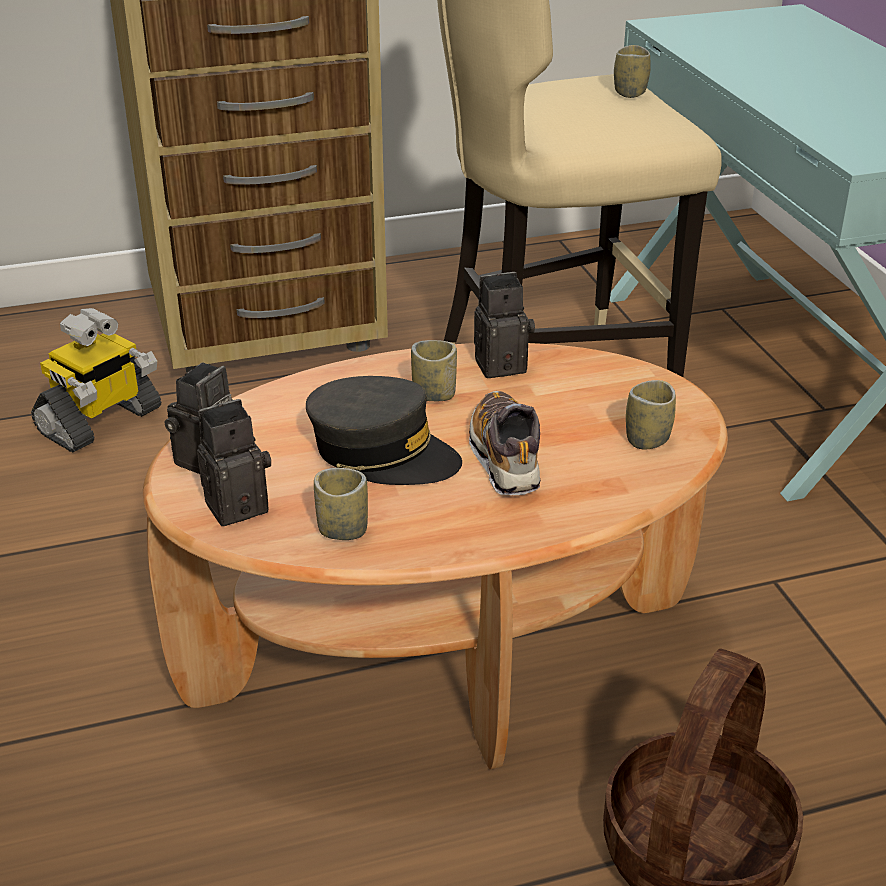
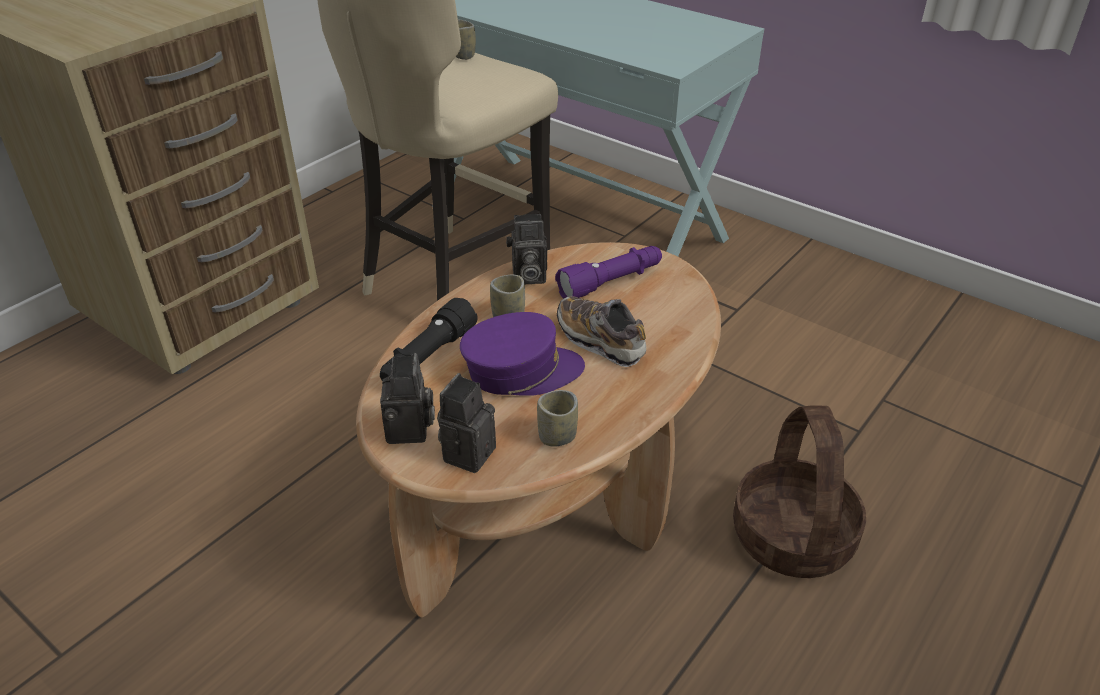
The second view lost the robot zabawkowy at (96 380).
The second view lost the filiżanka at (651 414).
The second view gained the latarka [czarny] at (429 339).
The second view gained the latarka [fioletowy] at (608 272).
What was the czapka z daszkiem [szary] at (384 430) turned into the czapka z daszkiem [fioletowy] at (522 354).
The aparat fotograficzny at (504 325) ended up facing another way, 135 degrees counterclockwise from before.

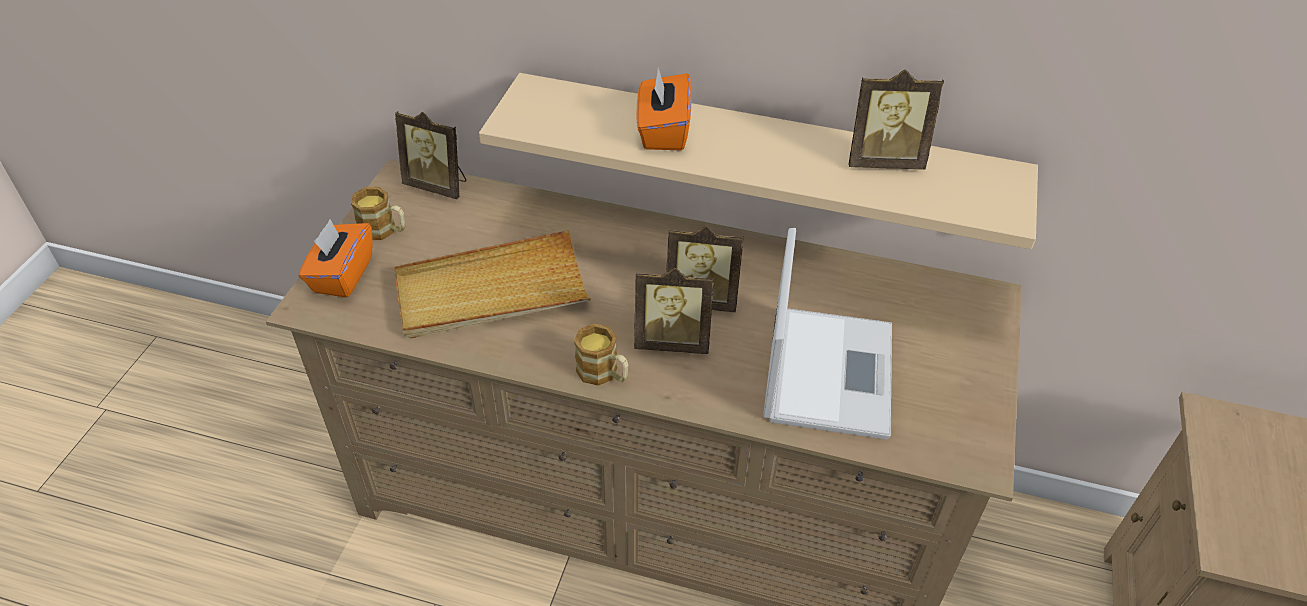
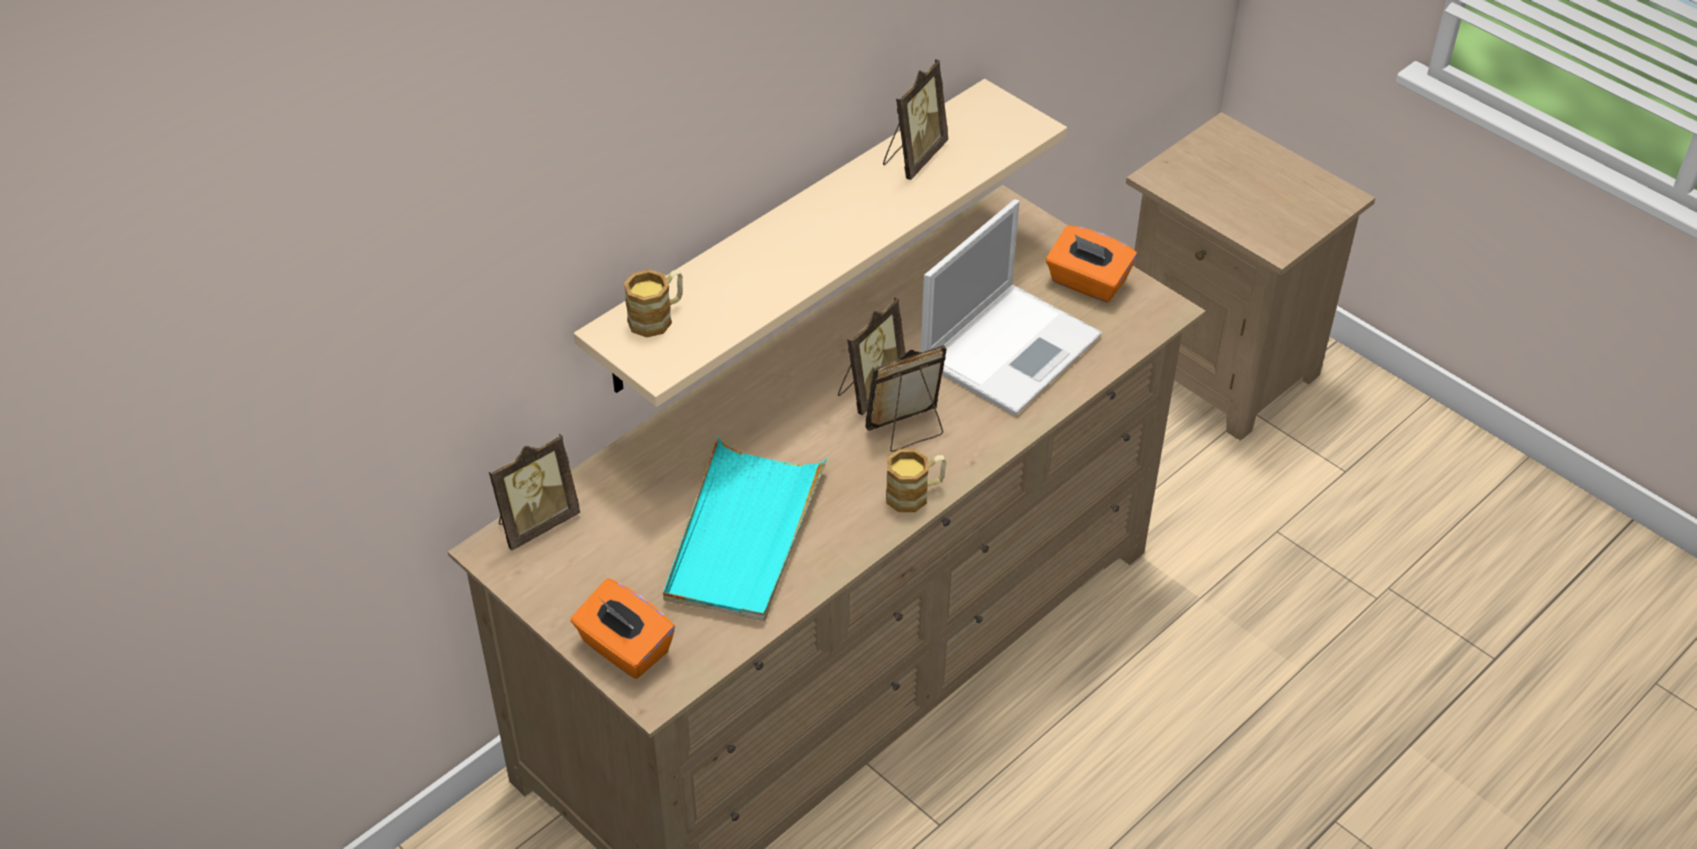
The kubek ended up elsewhere, having gone from (378 213) to (653 303).
The pudełko chusteczek [pomarańczowy] ended up elsewhere, having gone from (664 109) to (1091 263).
What was the taca [beżowy] at (492 284) turned into the taca [turkusowy] at (745 529).
The ramka na zdjęcie at (674 311) ended up facing another way, 150 degrees counterclockwise from before.
The laptop at (827 334) ended up facing another way, 90 degrees clockwise from before.

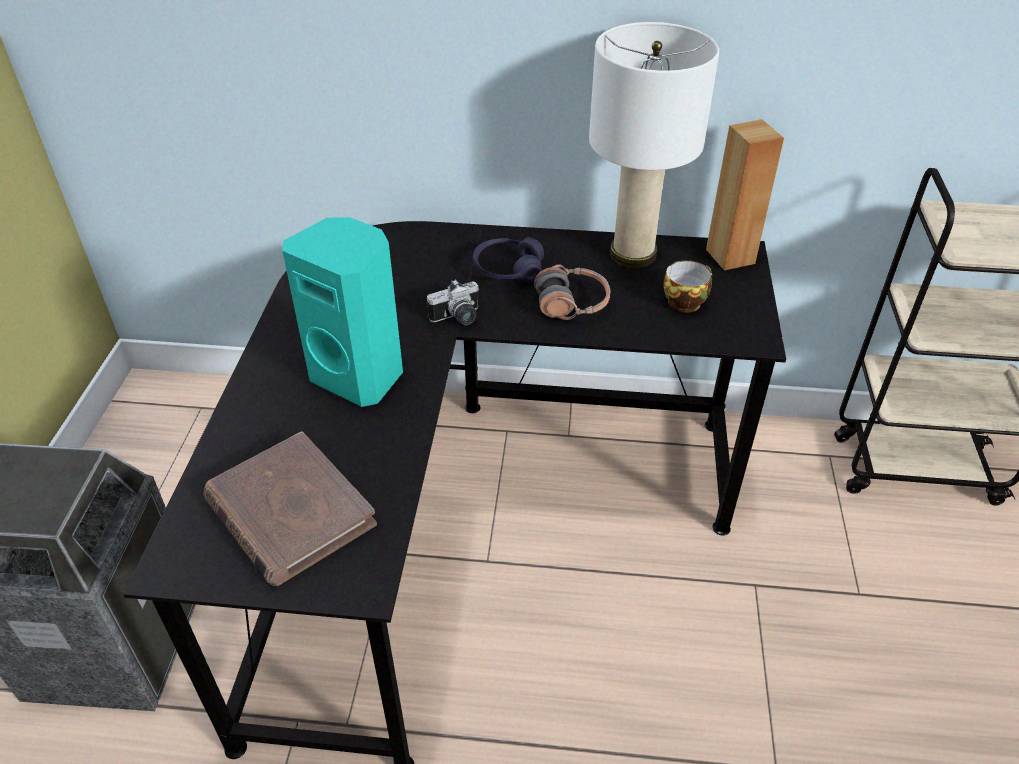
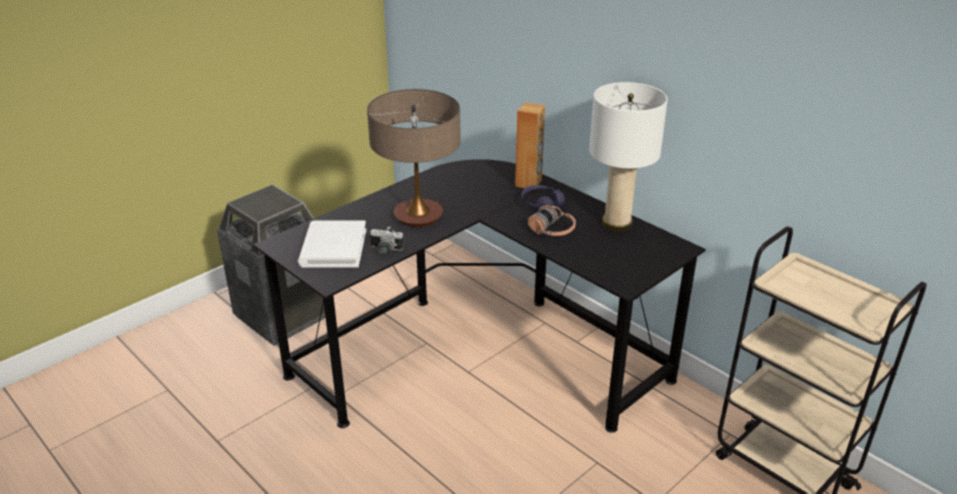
The second view lost the filiżanka at (687 286).
The aparat fotograficzny ended up elsewhere, having gone from (452 302) to (387 240).
The głośnik [brązowy] ended up elsewhere, having gone from (745 195) to (530 145).
Where the głośnik [turkusowy] stood at (342 312), the lampa stołowa came to stand at (414 158).
What was the książka [brązowy] at (290 508) turned into the książka [biały] at (332 244).

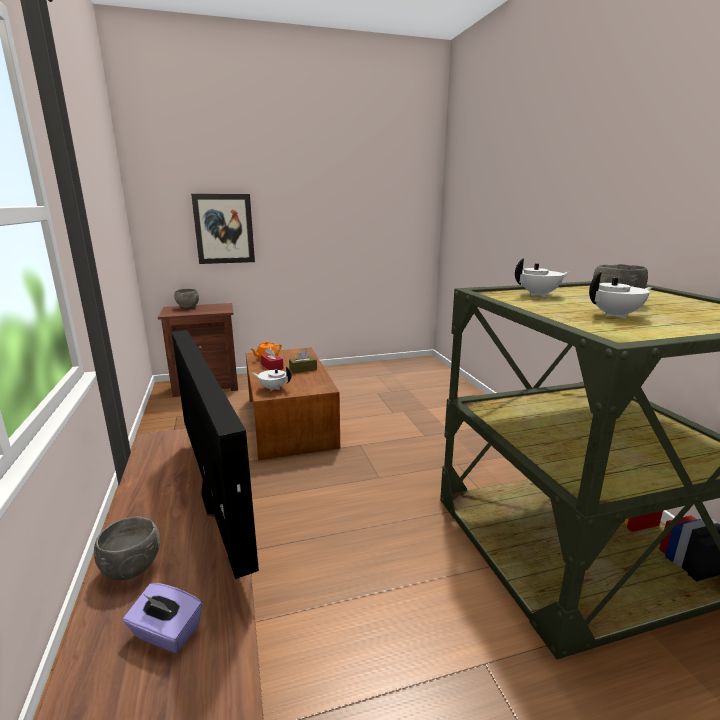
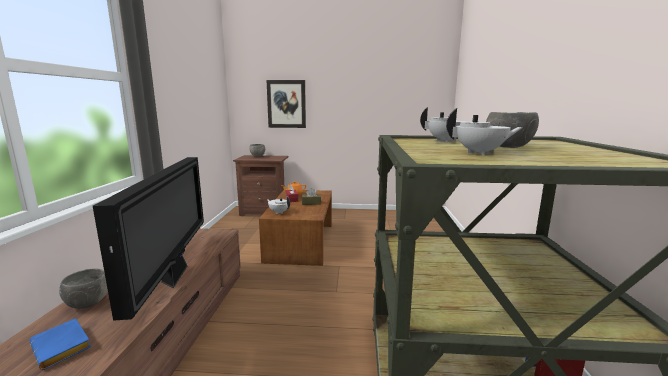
Where the pudełko chusteczek [fioletowy] stood at (162 618), the książka [niebieski] came to stand at (60 344).

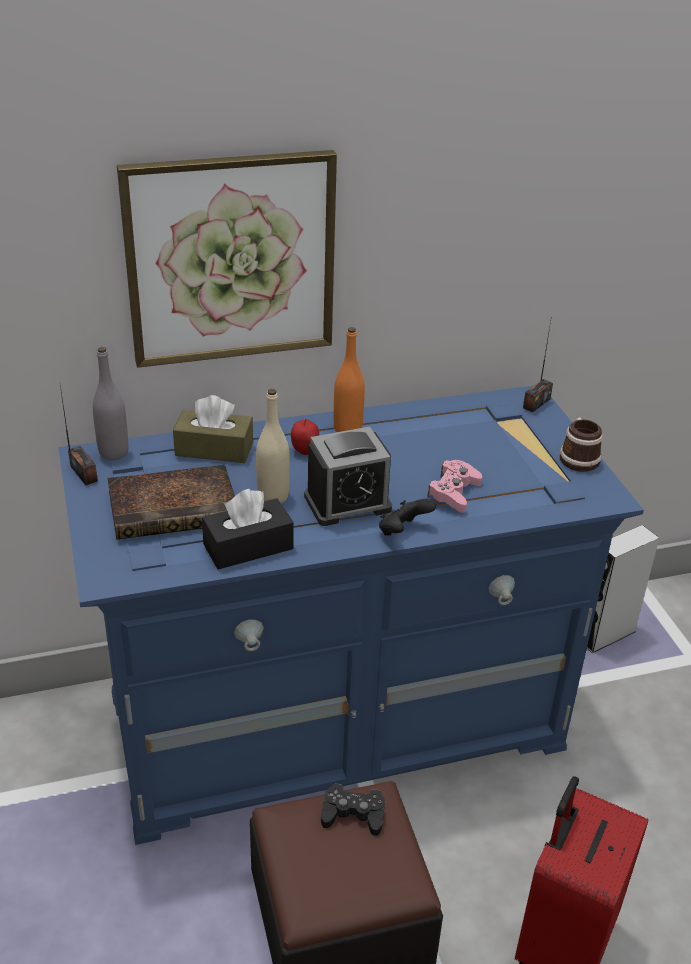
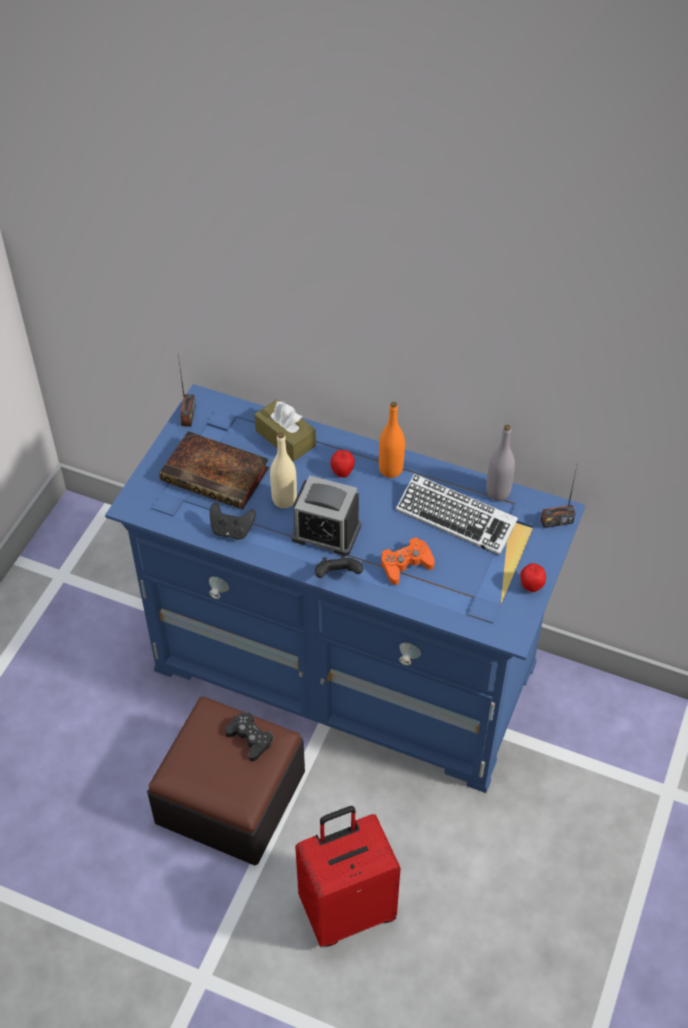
The second view lost the obraz at (227 259).
The second view lost the głośnik [szary] at (623 589).
The second view gained the klawiatura at (457 515).
The butelka [szary] ended up elsewhere, having gone from (111 403) to (500 463).
Where the pudełko chusteczek [czarny] stood at (248 529), the pad do gier [czarny] came to stand at (233 521).
Where the kubek stood at (581 444), the jabłko came to stand at (533 577).
What was the pad do gier [różowy] at (454 486) turned into the pad do gier [pomarańczowy] at (408 561).

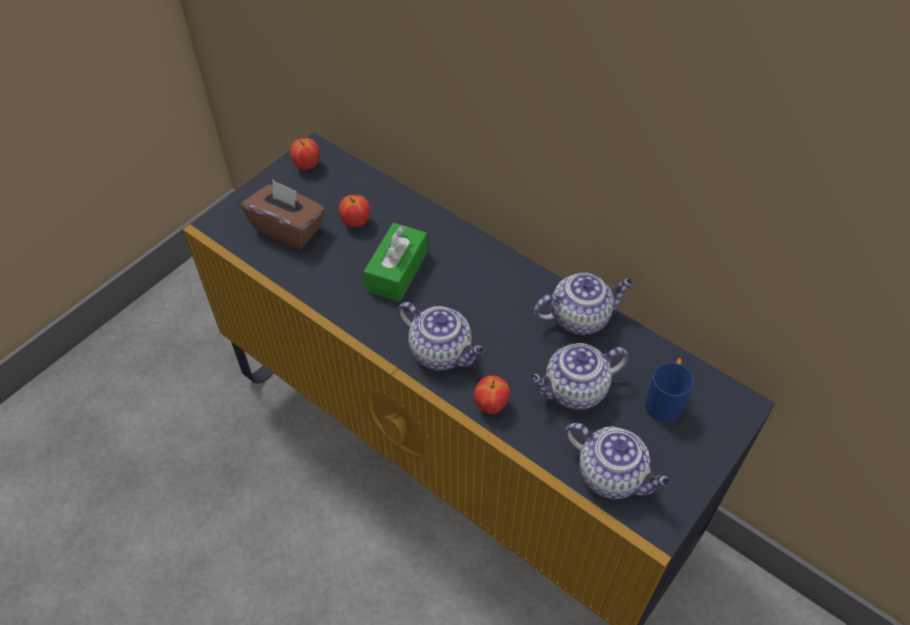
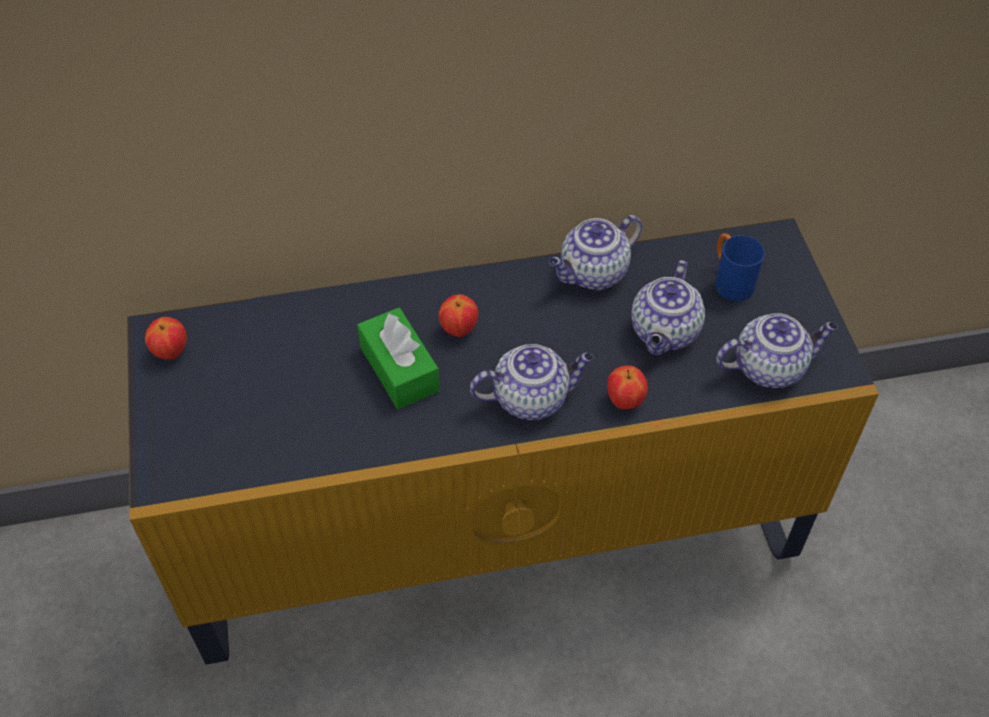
The second view lost the pudełko chusteczek [brązowy] at (283 214).
The jabłko ended up elsewhere, having gone from (354 211) to (458 315).
The imbryk at (584 304) ended up facing another way, 150 degrees counterclockwise from before.

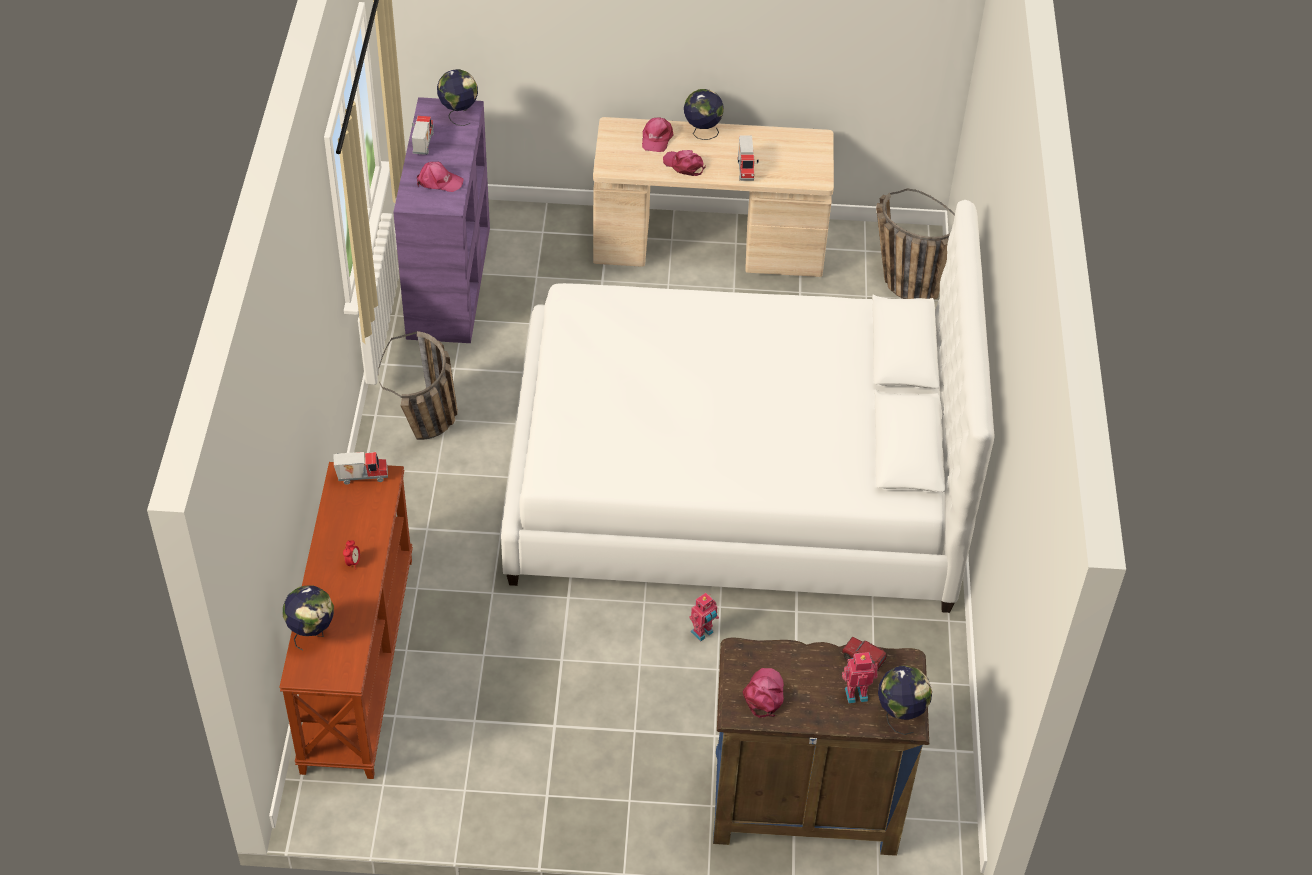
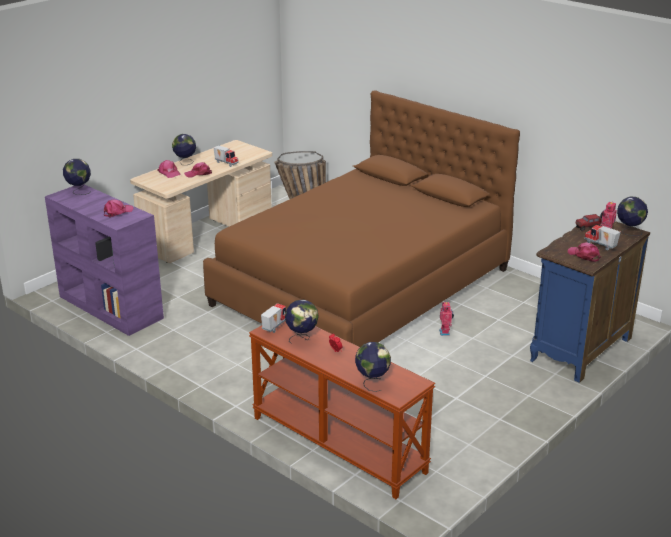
The second view lost the koszyk at (418 385).
The second view gained the globus at (302 322).
The ciężarówka zabawkowa ended up elsewhere, having gone from (423 135) to (602 237).
What was the łóżko [biały] at (747 406) turned into the łóżko [brązowy] at (361 218).

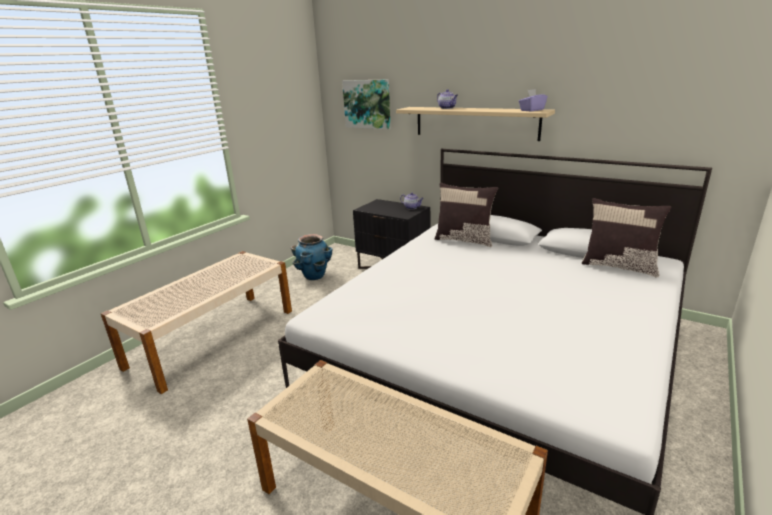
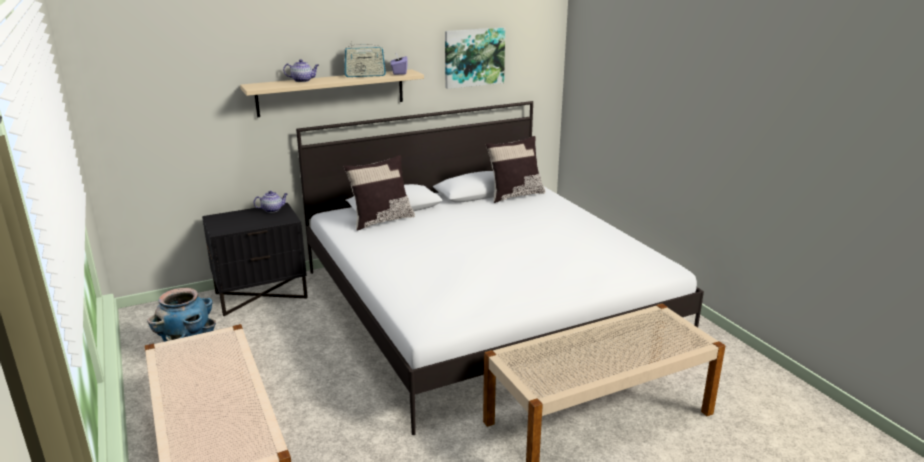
The second view gained the radio at (365 59).
The obraz ended up elsewhere, having gone from (366 104) to (475 58).

